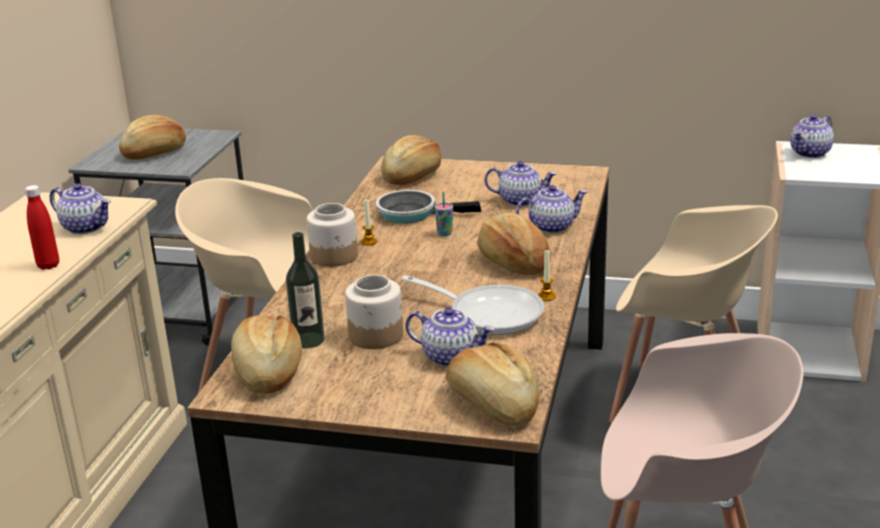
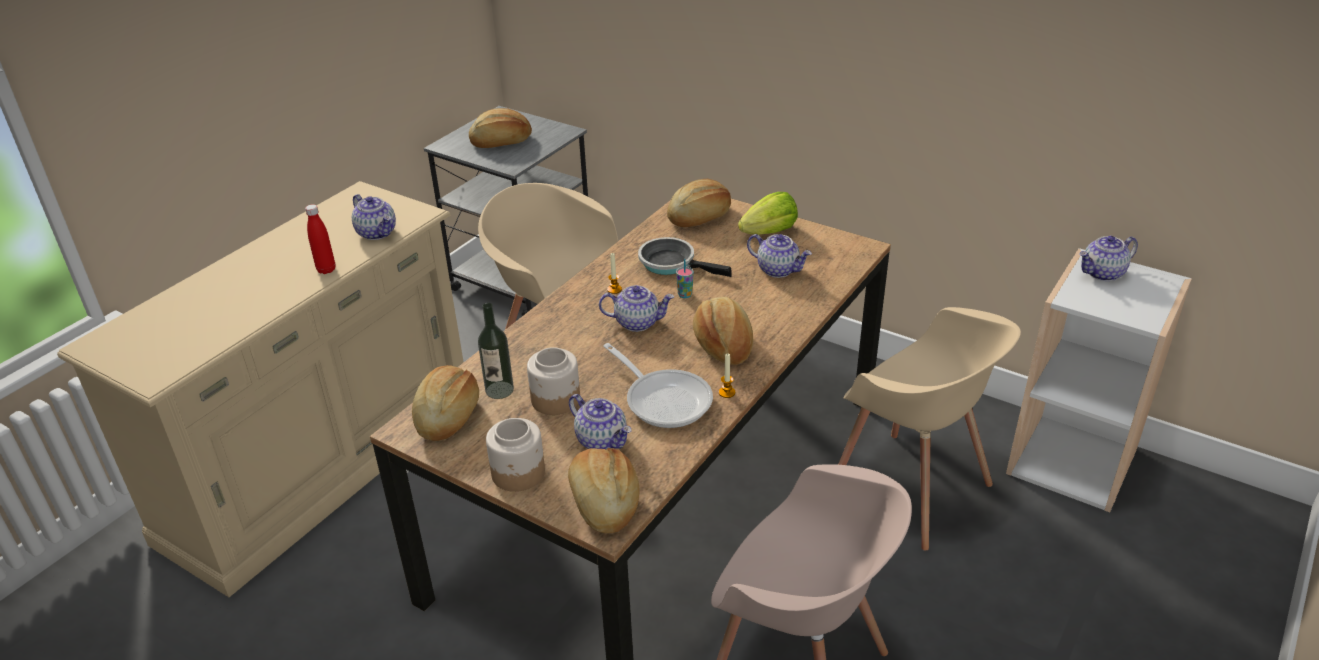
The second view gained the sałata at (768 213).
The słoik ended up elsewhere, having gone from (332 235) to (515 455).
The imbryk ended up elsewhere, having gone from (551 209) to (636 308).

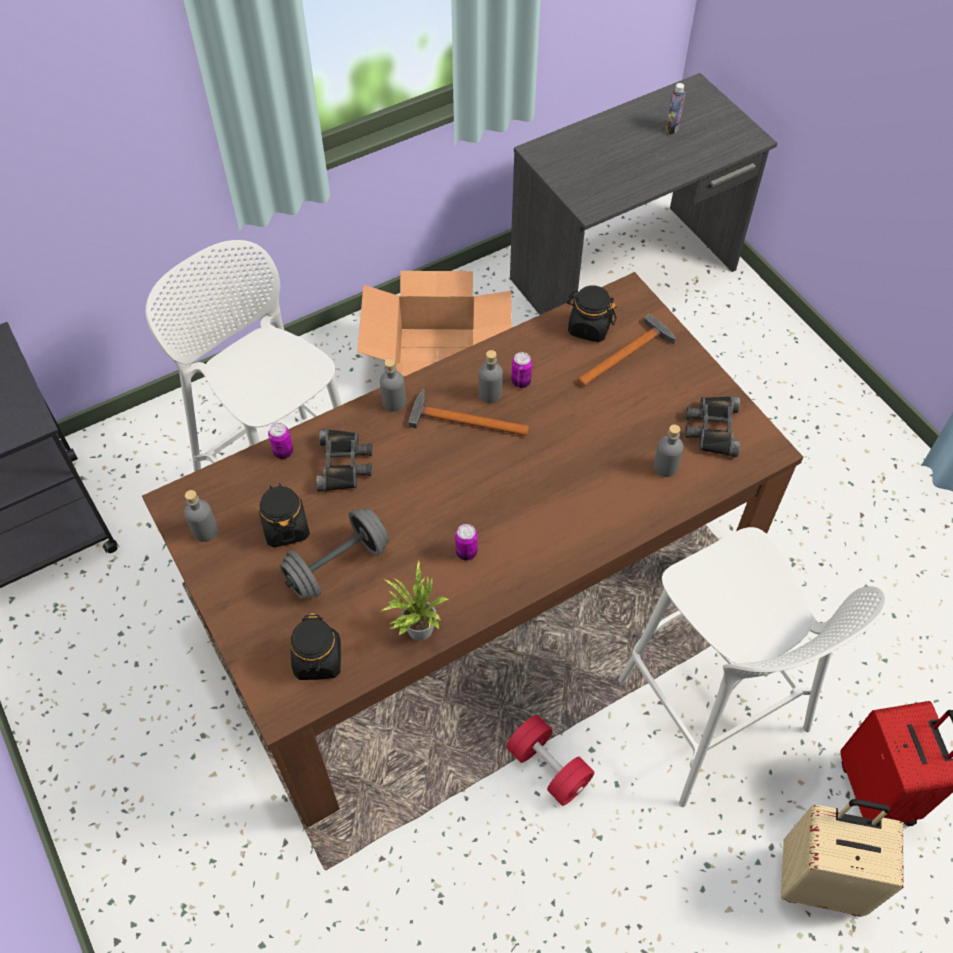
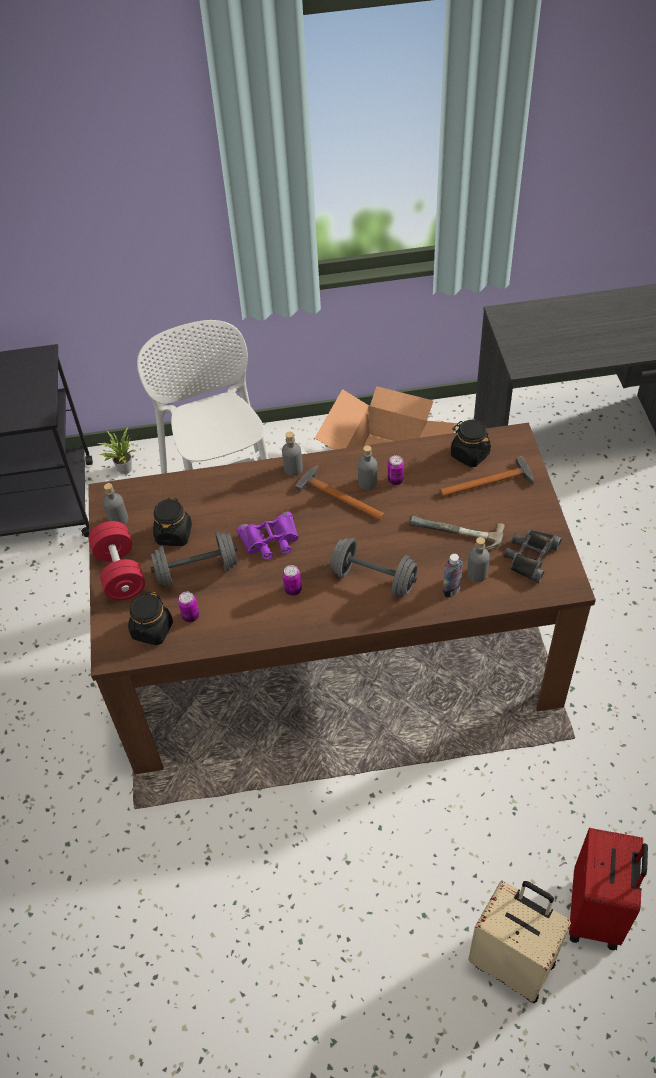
The second view lost the lornetka [czarny] at (344 460).
The second view lost the stołek [biały] at (753 667).
The second view gained the lornetka [fioletowy] at (268 535).
The second view gained the hantel [szary] at (374 567).
The second view gained the młotek at (457 533).
The puszka ended up elsewhere, having gone from (280 441) to (188 607).
The roślina doniczkowa ended up elsewhere, having gone from (414 600) to (117 451).
The hantel [czerwony] ended up elsewhere, having gone from (550 760) to (116 560).
The butelka ended up elsewhere, having gone from (675 109) to (453 576).

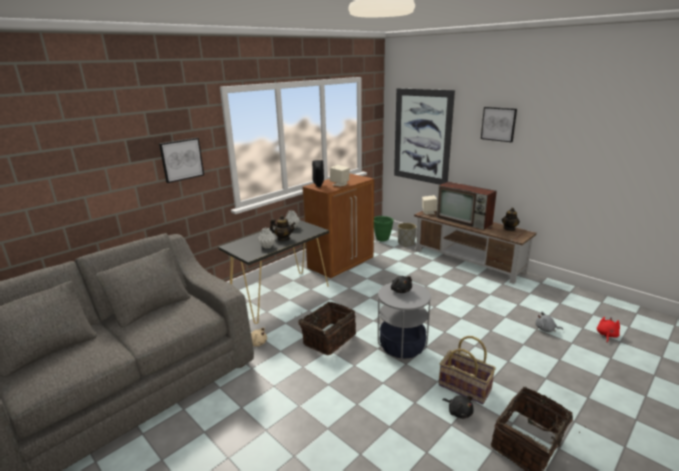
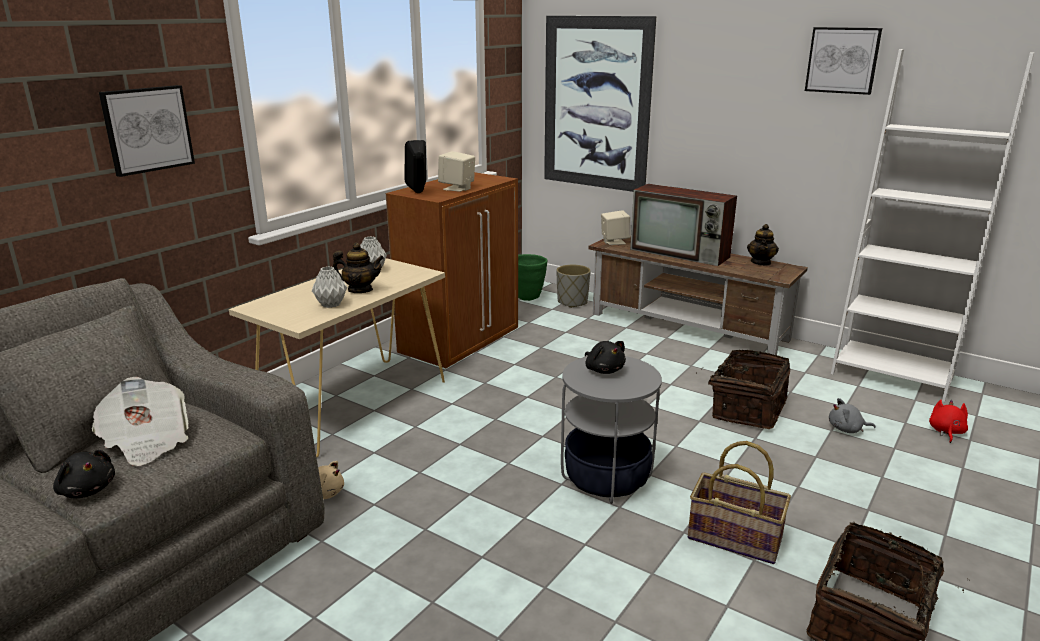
The second view gained the gazeta at (140 421).
The second view gained the regał [biały] at (932 225).
The koszyk ended up elsewhere, having gone from (327 328) to (746 389).
The pluszak [czarny] ended up elsewhere, having gone from (458 407) to (84 474).
The obraz ended up elsewhere, having gone from (499 124) to (843 61).
What was the stolik konsolowy [czarny] at (273 272) turned into the stolik konsolowy [beżowy] at (337 357).

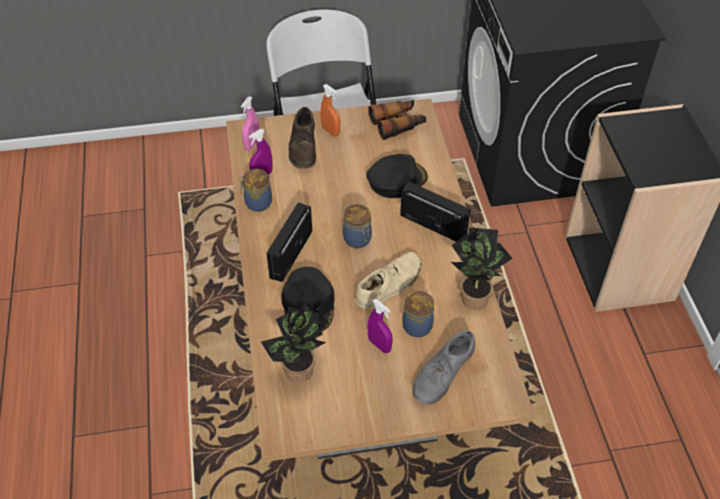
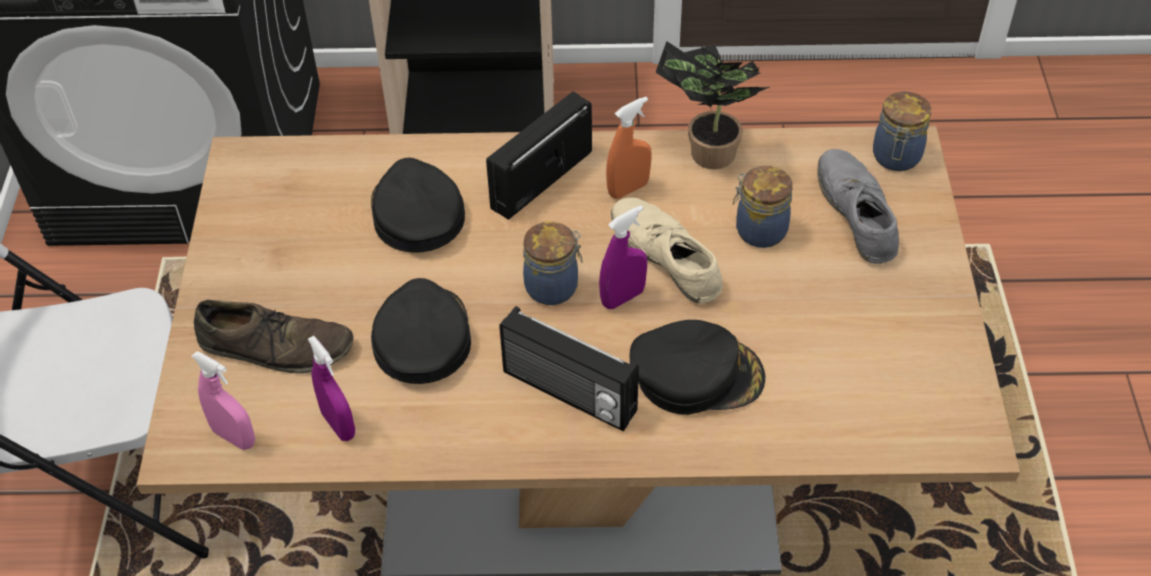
The second view lost the roślina doniczkowa at (295 342).
The second view lost the lornetka at (397 120).
The second view gained the czapka z daszkiem [czarny] at (421 331).
The słoik ended up elsewhere, having gone from (256 190) to (902 131).
The spryskiwacz [pomarańczowy] ended up elsewhere, having gone from (330 110) to (628 148).
The spryskiwacz [fioletowy] ended up elsewhere, having gone from (380 326) to (623 257).
The but [szary] at (443 367) ended up facing another way, 150 degrees counterclockwise from before.

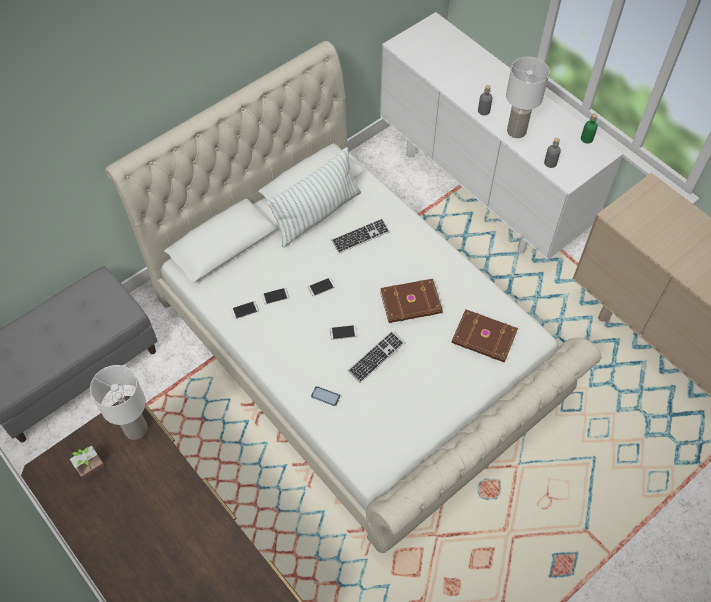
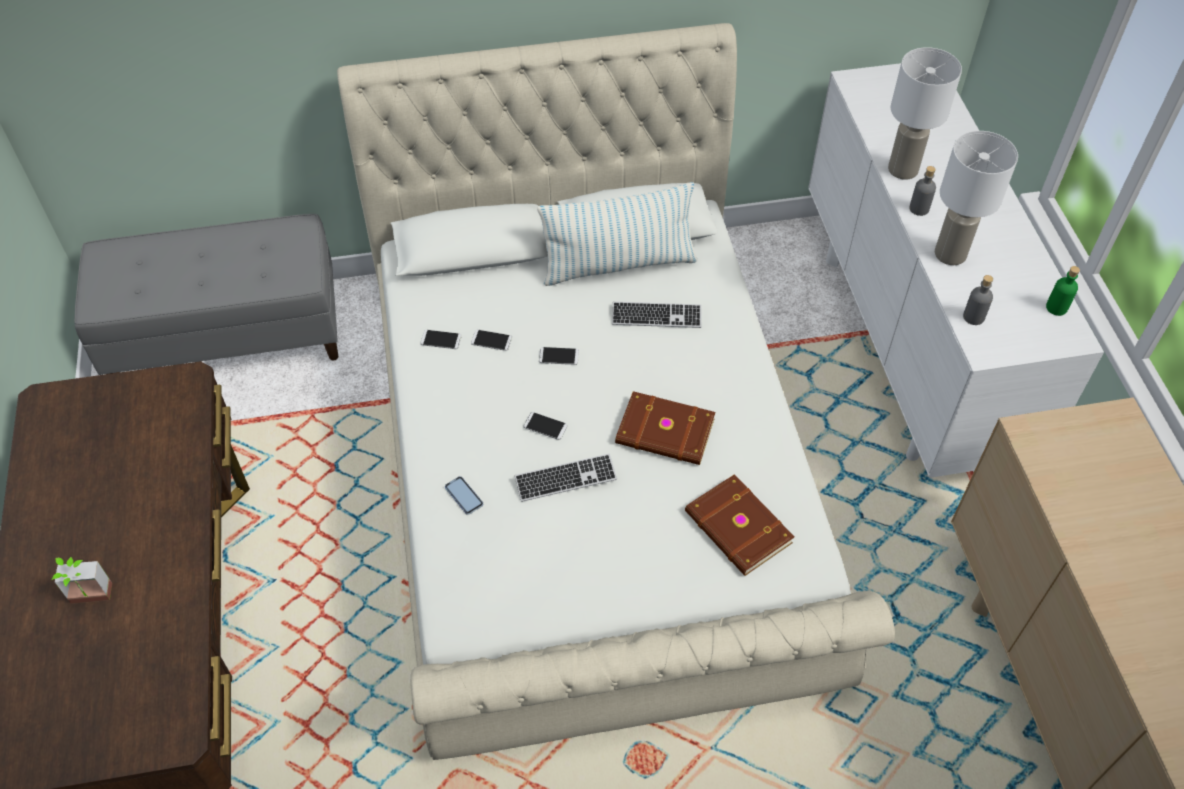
The roślina doniczkowa ended up elsewhere, having gone from (87 462) to (81 580).
The lampa stołowa [biały] ended up elsewhere, having gone from (119 402) to (925 113).

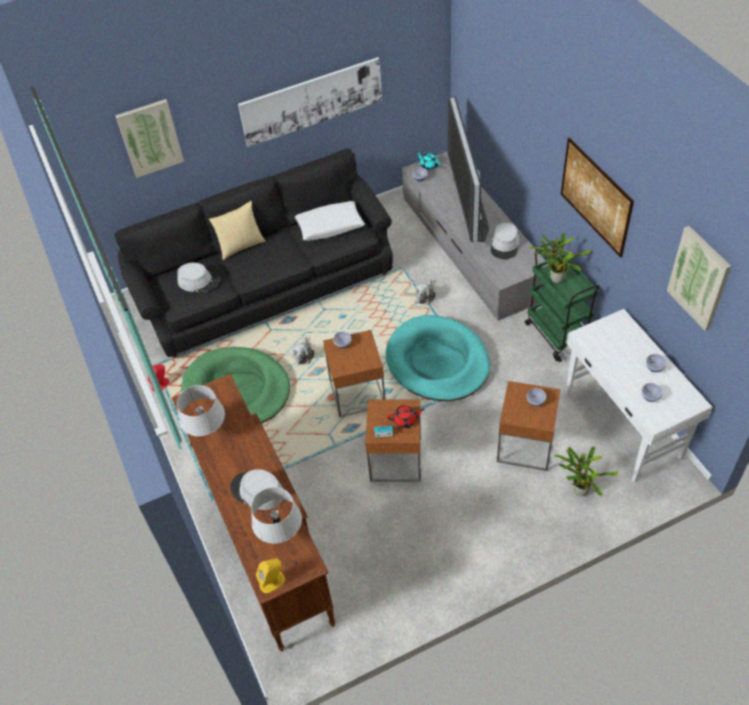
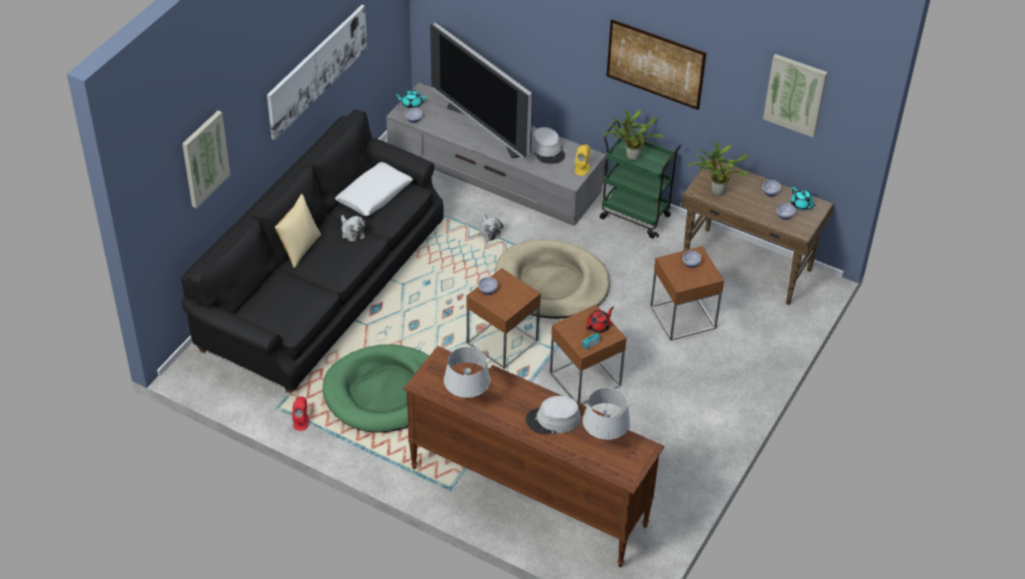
The second view lost the kapelusz [szary] at (198 277).
The second view gained the imbryk [turkusowy] at (803 198).
The głośnik [żółty] ended up elsewhere, having gone from (270 575) to (582 160).
The pluszak ended up elsewhere, having gone from (303 350) to (353 228).
The roślina doniczkowa ended up elsewhere, having gone from (586 471) to (718 169).
What was the legowisko [turkusowy] at (438 358) turned into the legowisko [beżowy] at (552 279).
What was the stolik konsolowy [biały] at (638 395) turned into the stolik konsolowy [brązowy] at (757 231).

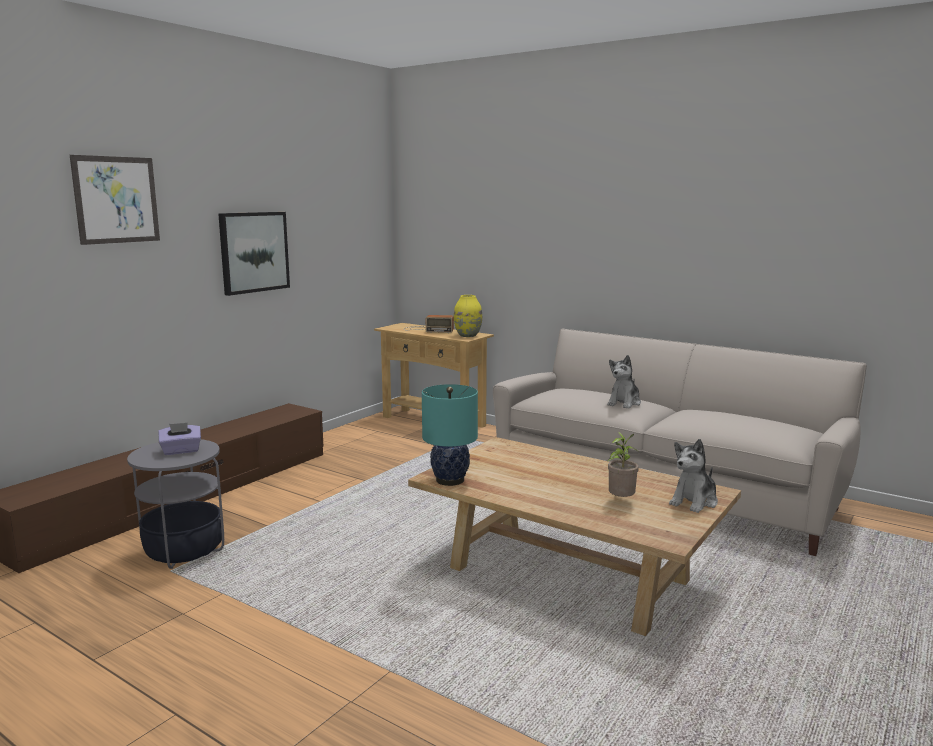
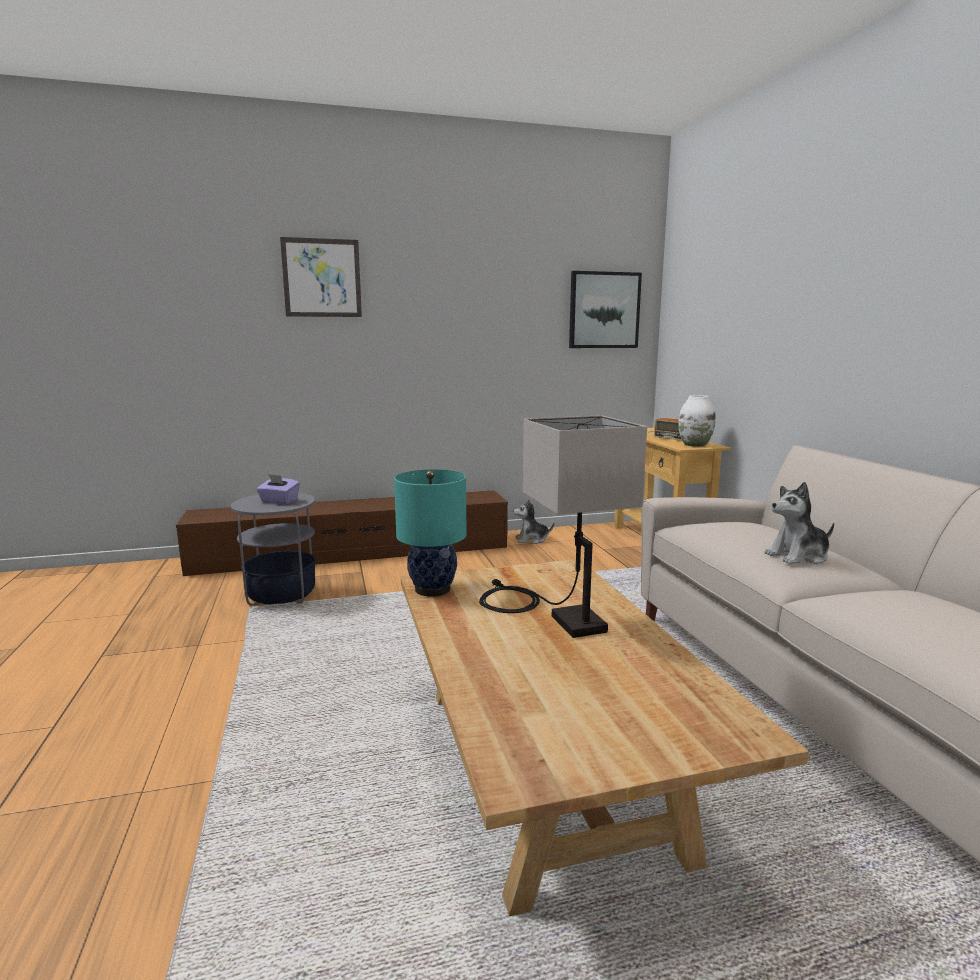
The second view lost the roślina doniczkowa at (623 464).
The second view gained the lampa stołowa at (563 526).
The obraz ended up elsewhere, having gone from (254 254) to (605 309).
The pluszak ended up elsewhere, having gone from (693 476) to (533 521).
What was the wazon [żółty] at (468 316) turned into the wazon [biały] at (696 421).

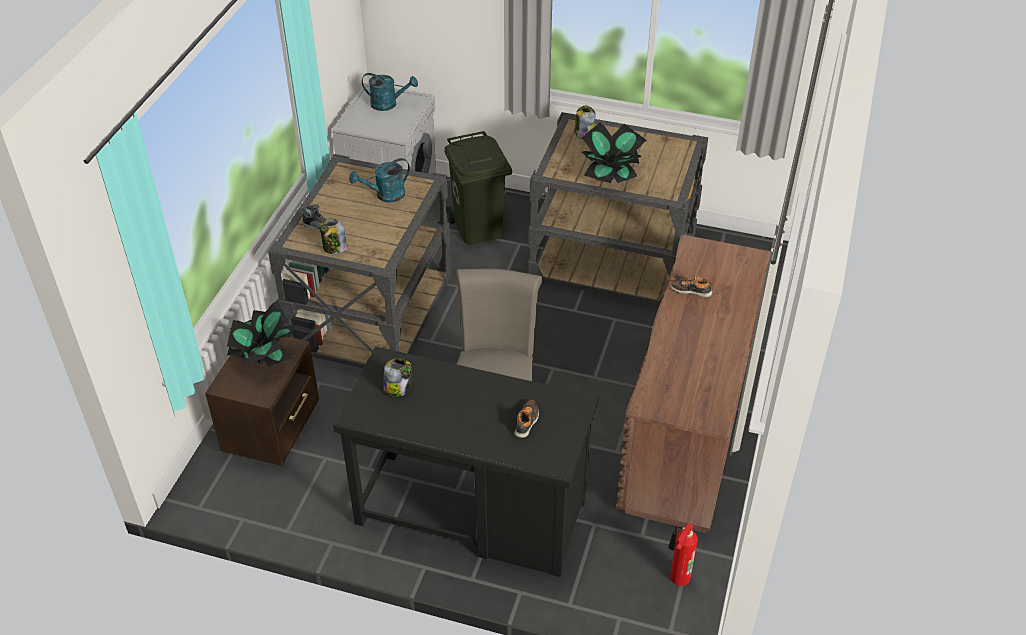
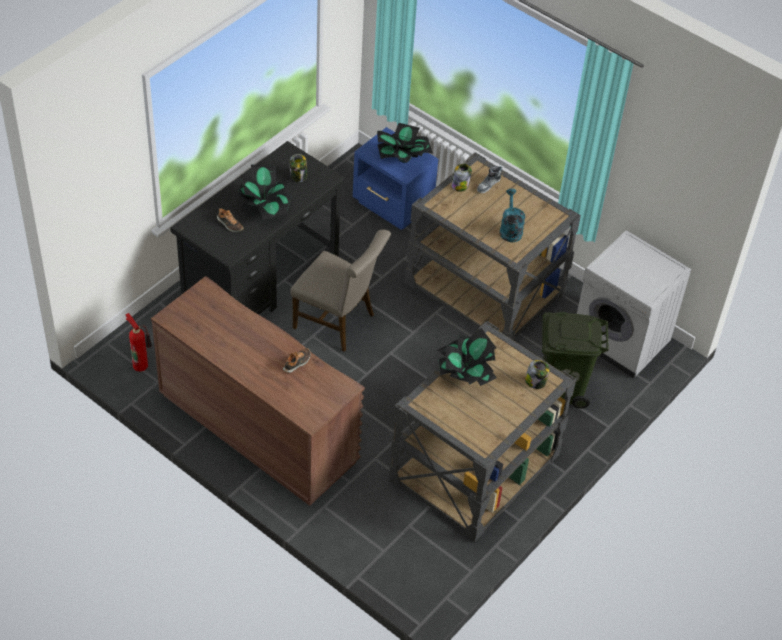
The second view lost the konewka [turkusowy] at (390 92).
The second view gained the roślina doniczkowa at (264 192).
What was the szafka nocna [brązowy] at (262 401) turned into the szafka nocna [niebieski] at (395 178).

